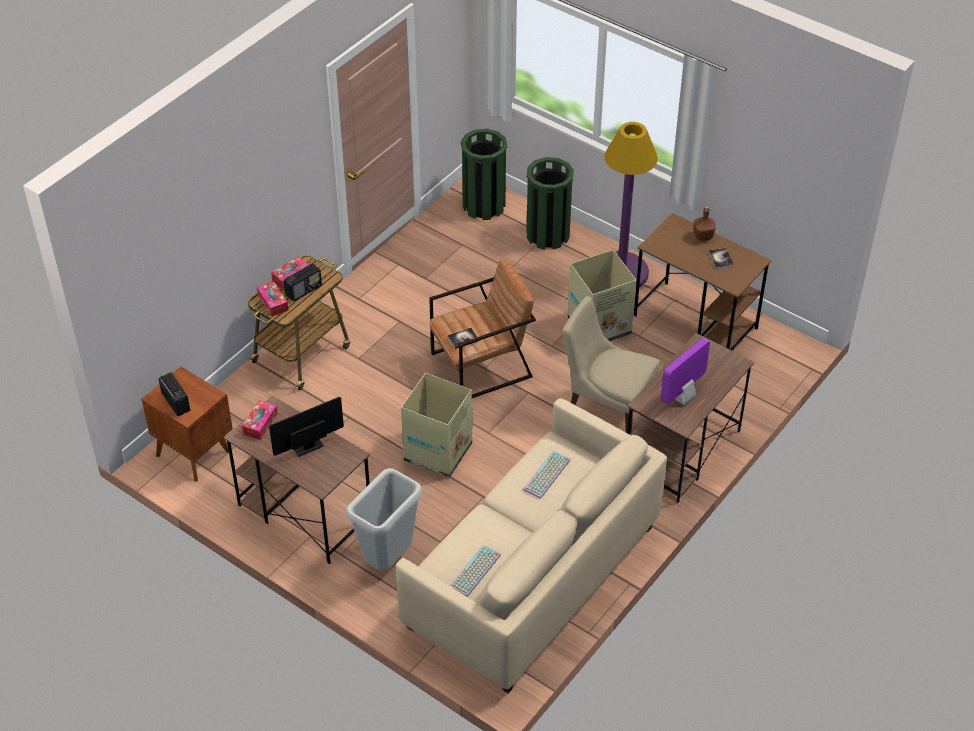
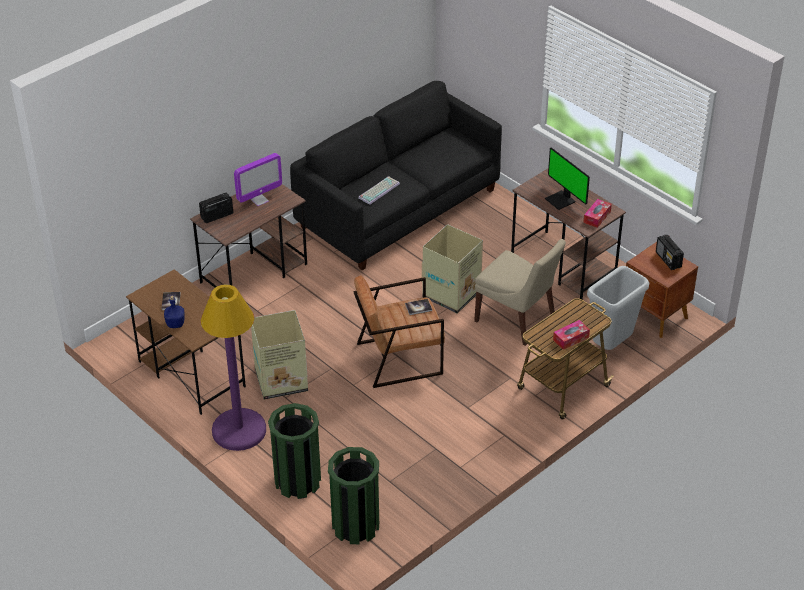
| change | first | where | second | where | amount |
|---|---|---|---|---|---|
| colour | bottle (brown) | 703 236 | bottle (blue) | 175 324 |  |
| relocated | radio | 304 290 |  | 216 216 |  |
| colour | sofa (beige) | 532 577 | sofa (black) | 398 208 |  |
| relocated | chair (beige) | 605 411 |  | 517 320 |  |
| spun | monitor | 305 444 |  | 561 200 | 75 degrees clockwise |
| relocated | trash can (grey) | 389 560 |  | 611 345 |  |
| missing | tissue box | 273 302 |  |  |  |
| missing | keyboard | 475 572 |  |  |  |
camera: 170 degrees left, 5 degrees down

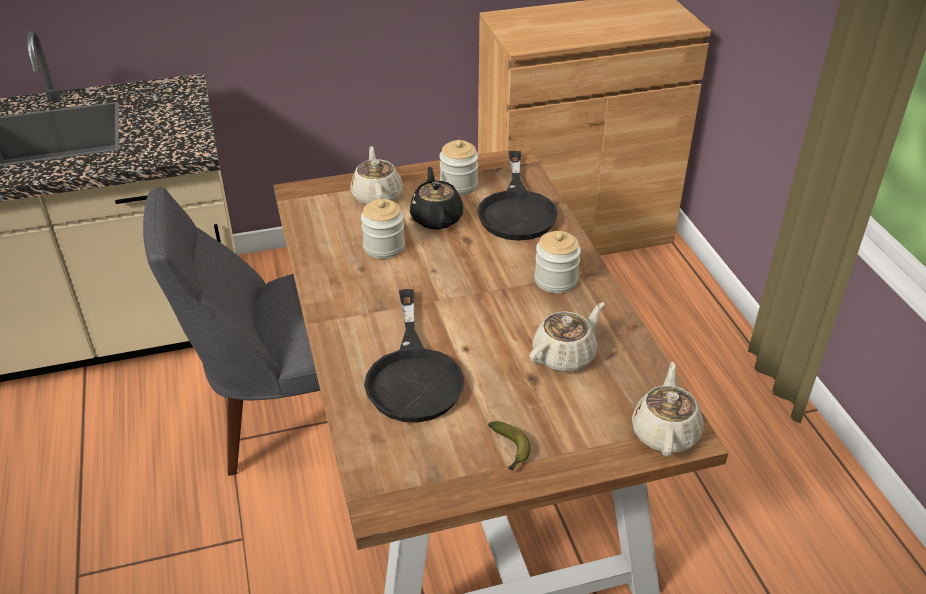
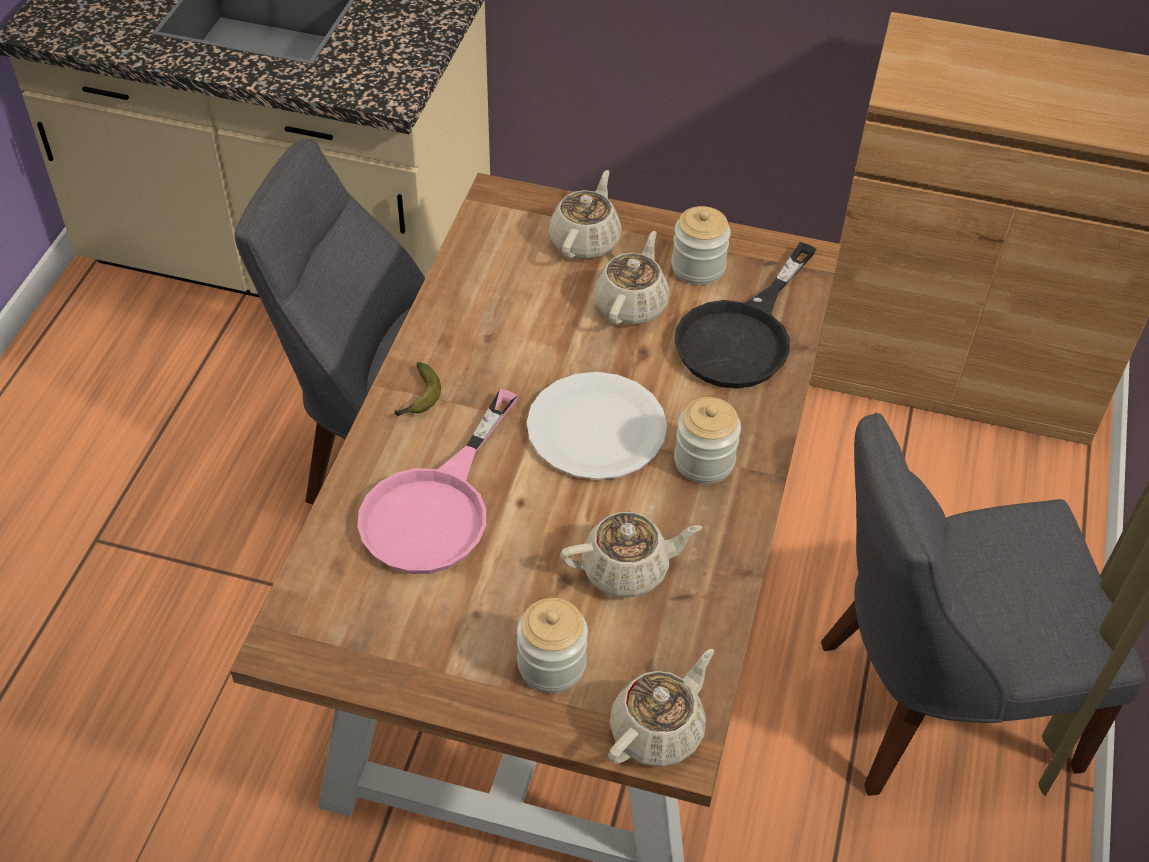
| change | first | where | second | where | amount |
|---|---|---|---|---|---|
| colour | frying pan (black) | 413 375 | frying pan (pink) | 436 507 |  |
| relocated | banana | 510 450 |  | 418 398 |  |
| relocated | jar | 384 247 |  | 551 664 |  |
| appeared |  |  | plate (white) | 597 429 |  |
| colour | teapot (black) | 436 218 | teapot (beige) | 631 304 |  |
| appeared |  |  | chair (grey) | 934 703 |  |
camera: 30 degrees right, 10 degrees up

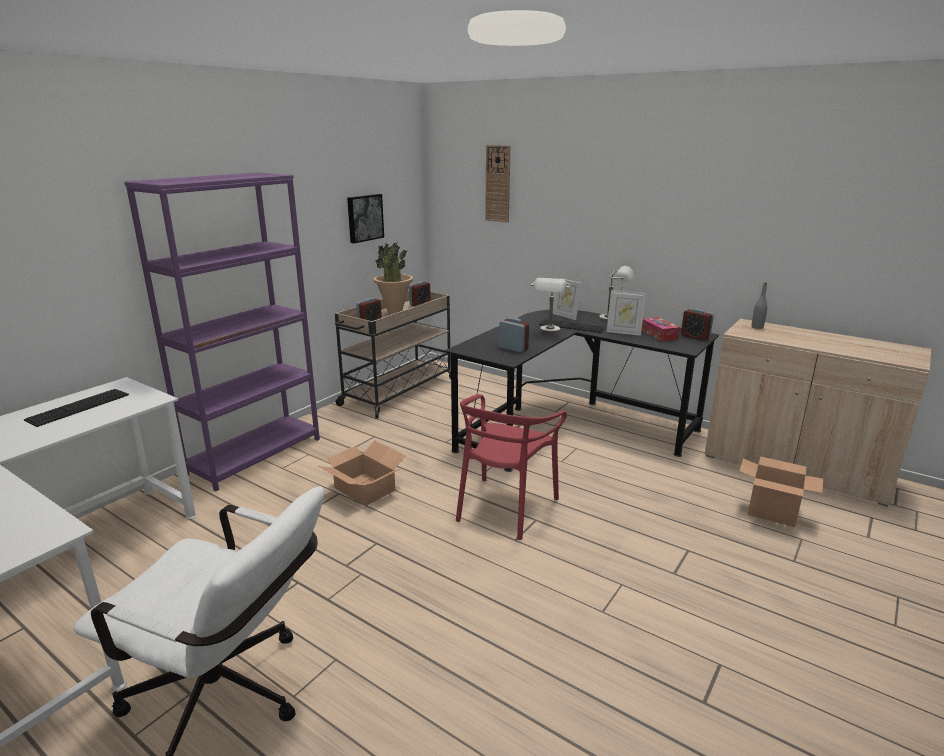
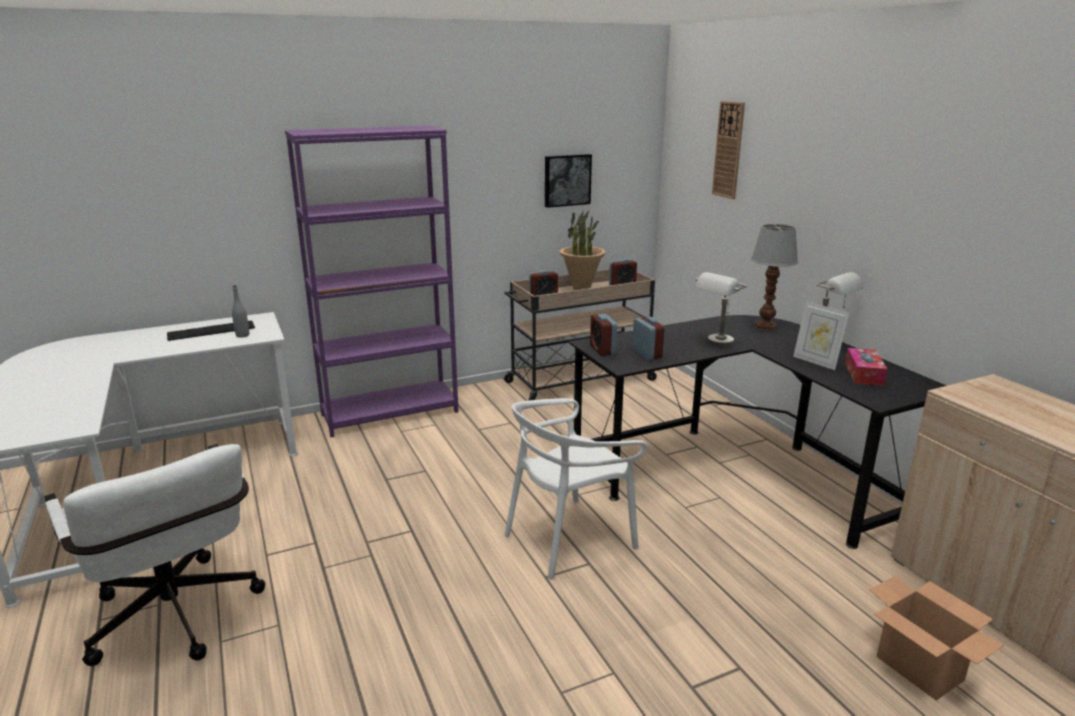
| change | first | where | second | where | amount |
|---|---|---|---|---|---|
| relocated | bottle (grey) | 757 327 |  | 242 335 |  |
| colour | chair (red) | 505 507 | chair (white) | 569 538 |  |
| relocated | alarm clock | 695 337 |  | 602 350 |  |
| exchanged | picture frame | 565 316 | table lamp | 766 327 |  |
| missing | cardboard box | 365 488 |  |  |  |
| missing | keyboard | 571 326 |  |  |  |
camera: 30 degrees right, 0 degrees up

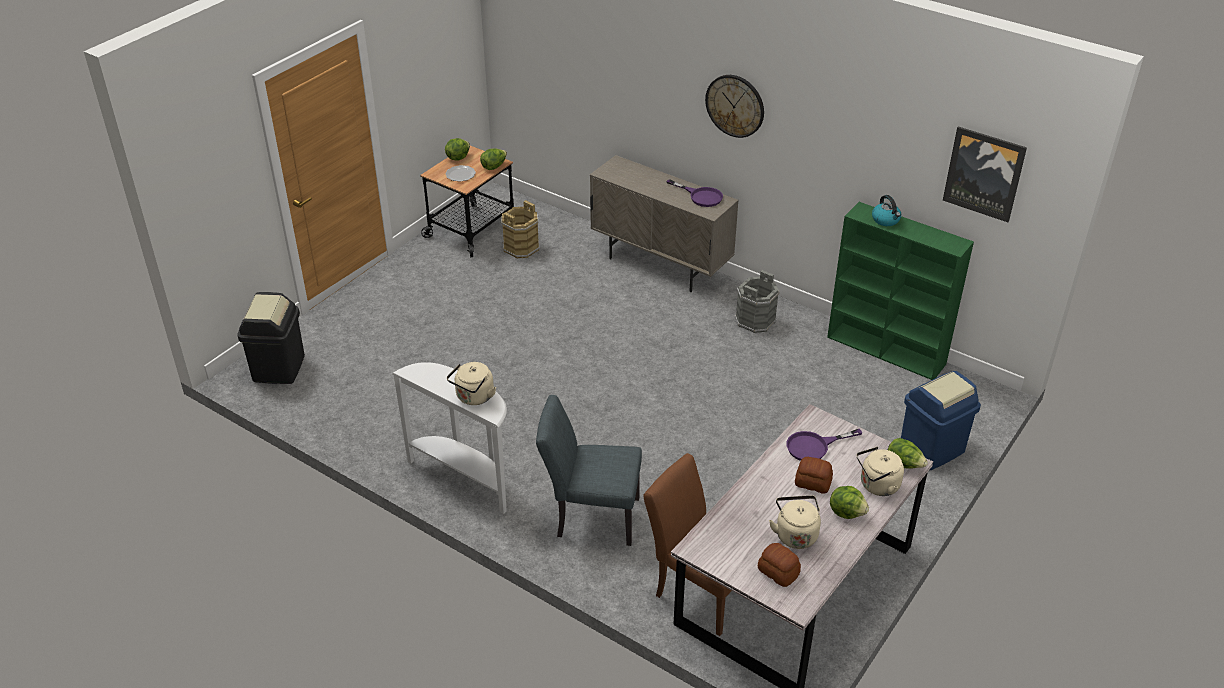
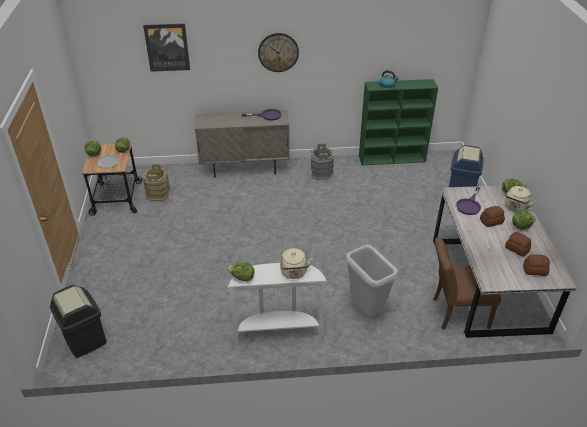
| change | first | where | second | where | amount |
|---|---|---|---|---|---|
| relocated | picture | 984 173 |  | 167 47 |  |
| appeared |  |  | lettuce | 242 278 |  |
| exchanged | chair (grey) | 590 516 | trash can (grey) | 365 311 |  |
| exchanged | kettle (beige) | 795 534 | bread | 517 249 |  |
camera: 40 degrees left, 0 degrees up

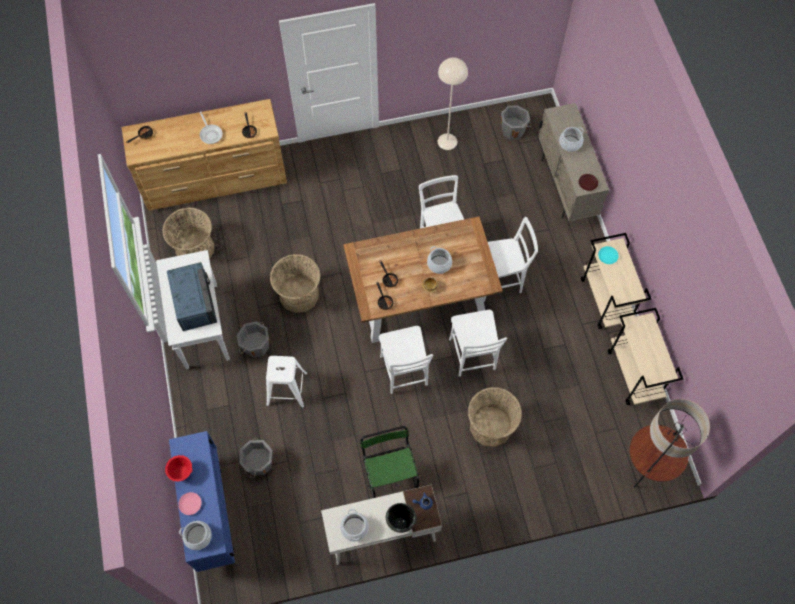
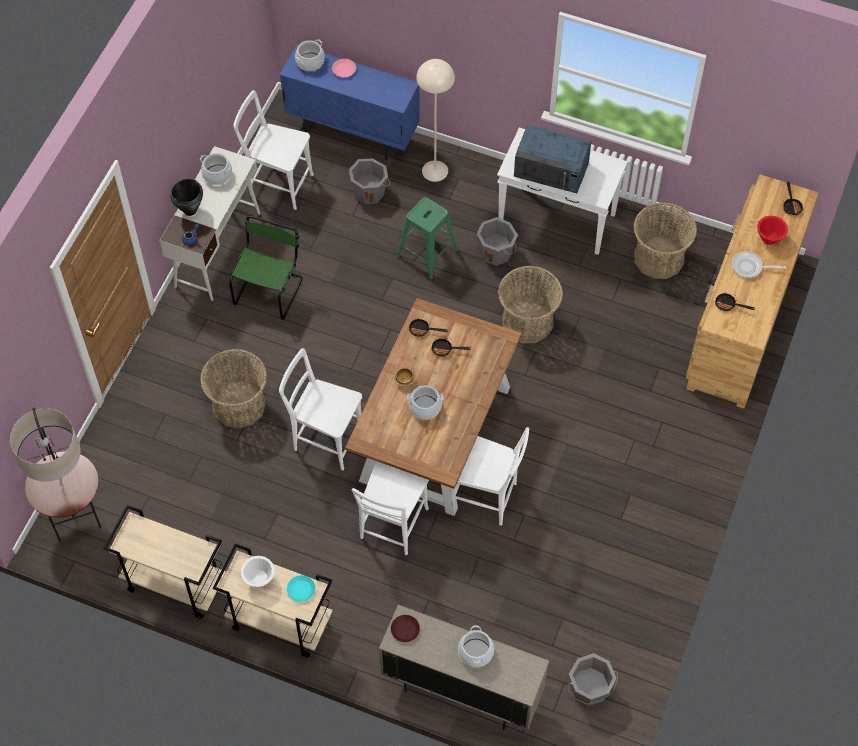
| change | first | where | second | where | amount |
|---|---|---|---|---|---|
| spun | chair (green) | 389 472 |  | 269 289 | 90 degrees counterclockwise |
| relocated | chair (white) | 404 373 |  | 278 183 |  |
| appeared |  |  | bowl (white) | 259 579 |  |
| colour | stool (white) | 286 389 | stool (green) | 427 252 |  |
| relocated | floor lamp (beige) | 447 141 |  | 435 170 |  |
| relocated | bowl (red) | 181 472 |  | 769 238 |  |
camera: 125 degrees right, 5 degrees down

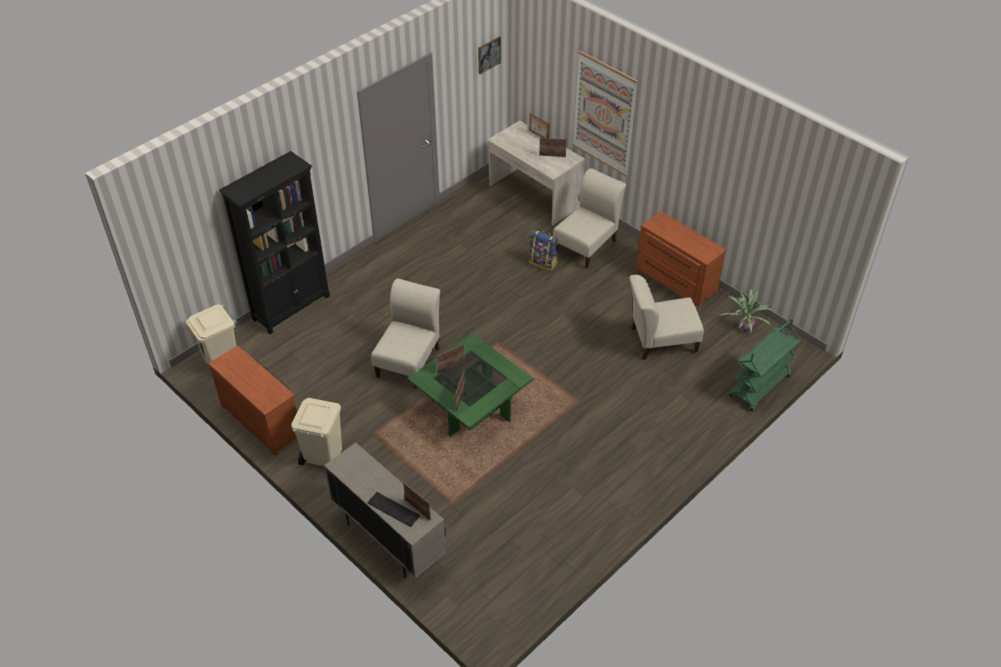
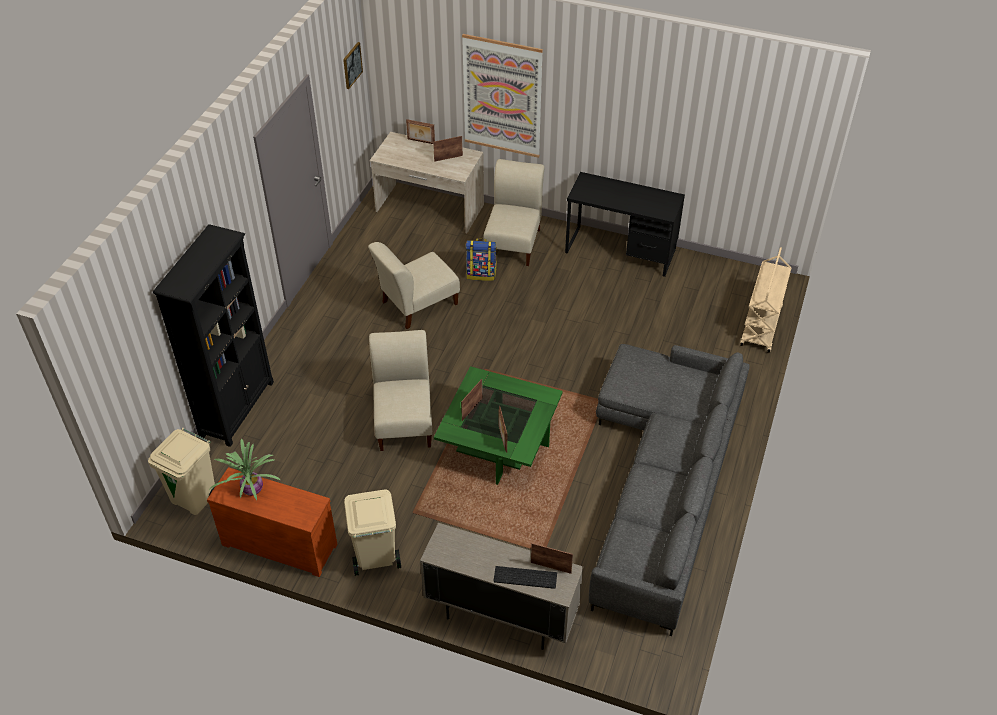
| change | first | where | second | where | amount |
|---|---|---|---|---|---|
| relocated | potted plant | 744 327 |  | 251 489 |  |
| relocated | chair (beige) | 660 340 |  | 417 305 |  |
| exchanged | dresser (brown) | 675 280 | desk (black) | 620 251 |  |
| appeared |  |  | sofa (grey) | 661 482 |  |
| colour | cart (green) | 760 387 | cart (beige) | 761 327 |  |
camera: 25 degrees left, 0 degrees up

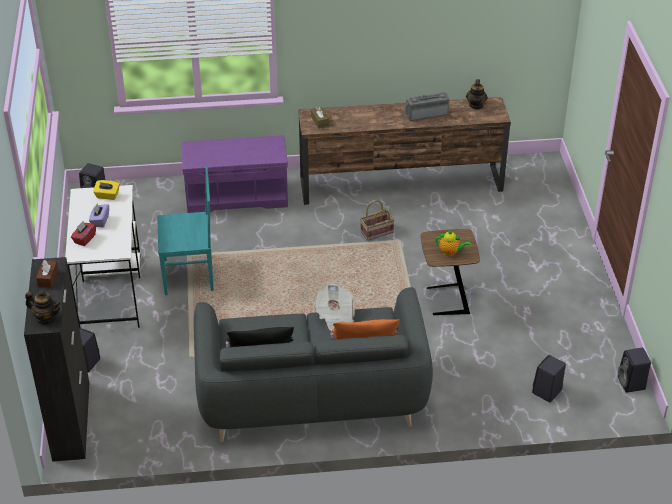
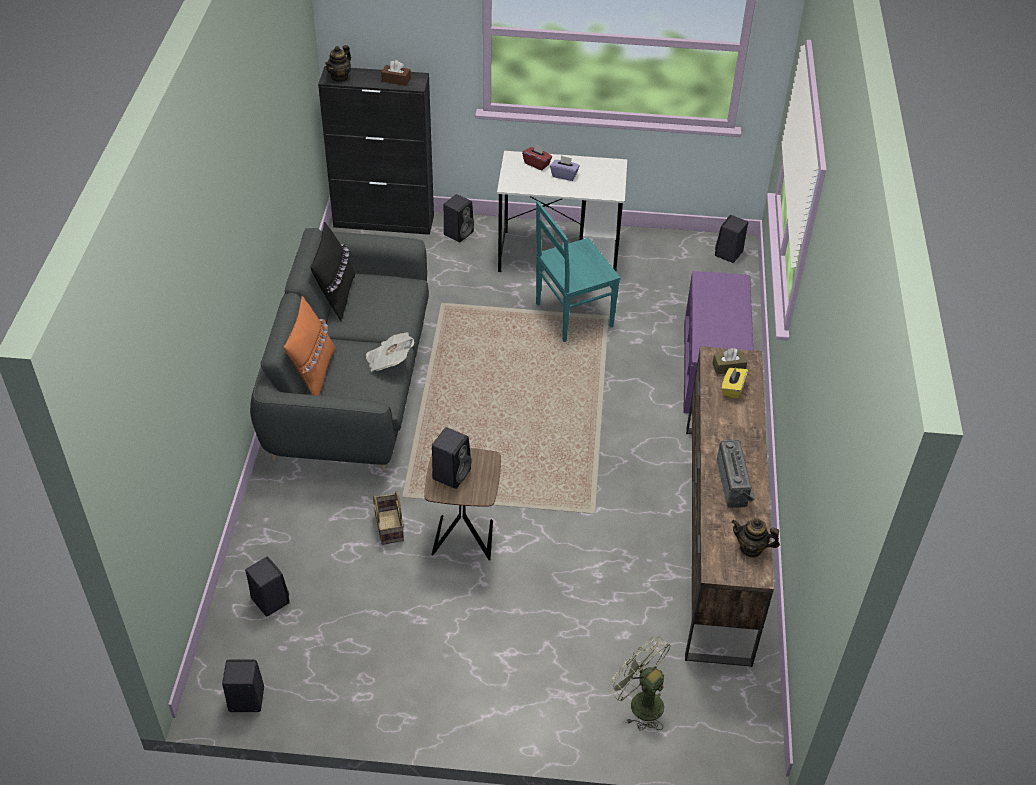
| change | first | where | second | where | amount |
|---|---|---|---|---|---|
| relocated | basket | 376 232 |  | 388 526 |  |
| exchanged | teapot | 450 252 | speaker (black) | 452 473 |  |
| spun | chair (turquoise) | 190 275 |  | 571 315 | 60 degrees clockwise |
| appeared |  |  | fan (green) | 639 702 |  |
| relocated | tissue box (yellow) | 107 196 |  | 732 389 |  |
camera: 100 degrees right, 5 degrees up

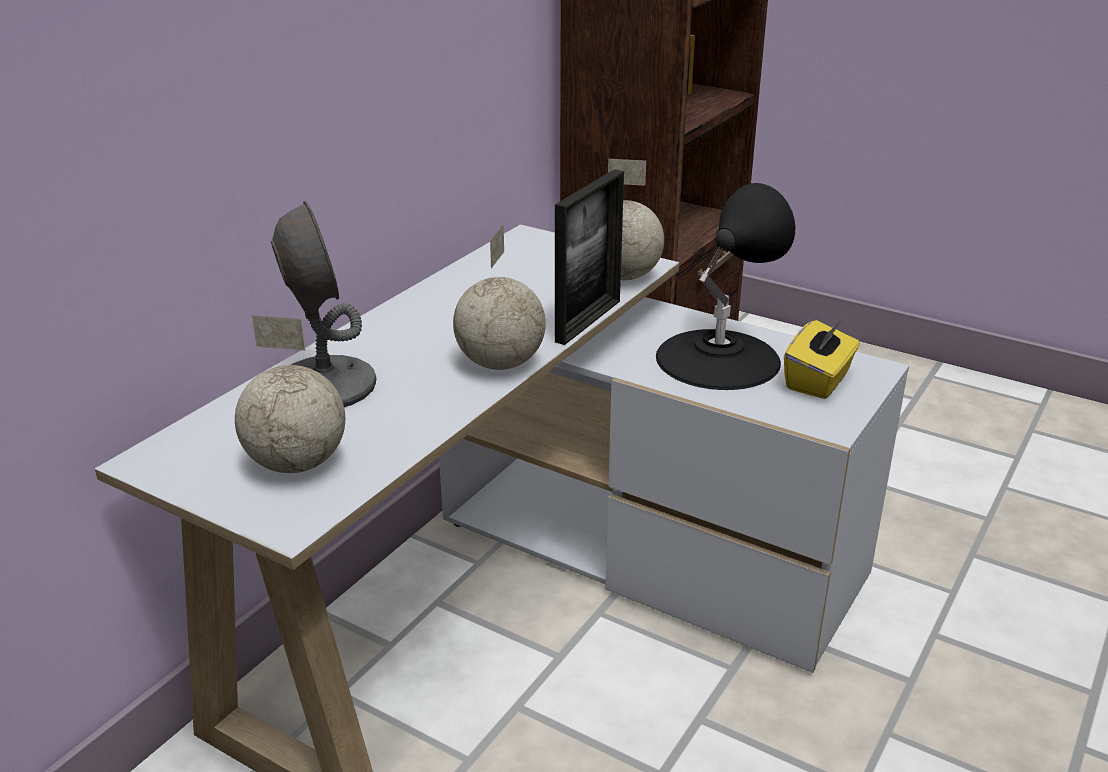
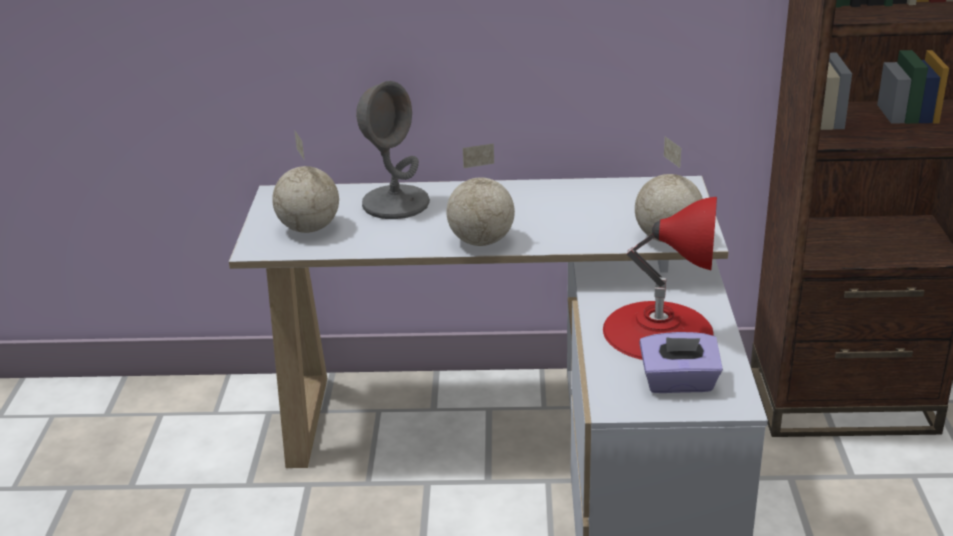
| change | first | where | second | where | amount |
|---|---|---|---|---|---|
| colour | table lamp (black) | 717 358 | table lamp (red) | 658 330 |  |
| colour | tissue box (yellow) | 818 381 | tissue box (purple) | 679 383 |  |
| missing | picture frame | 588 321 |  |  |  |
camera: 60 degrees right, 0 degrees up

